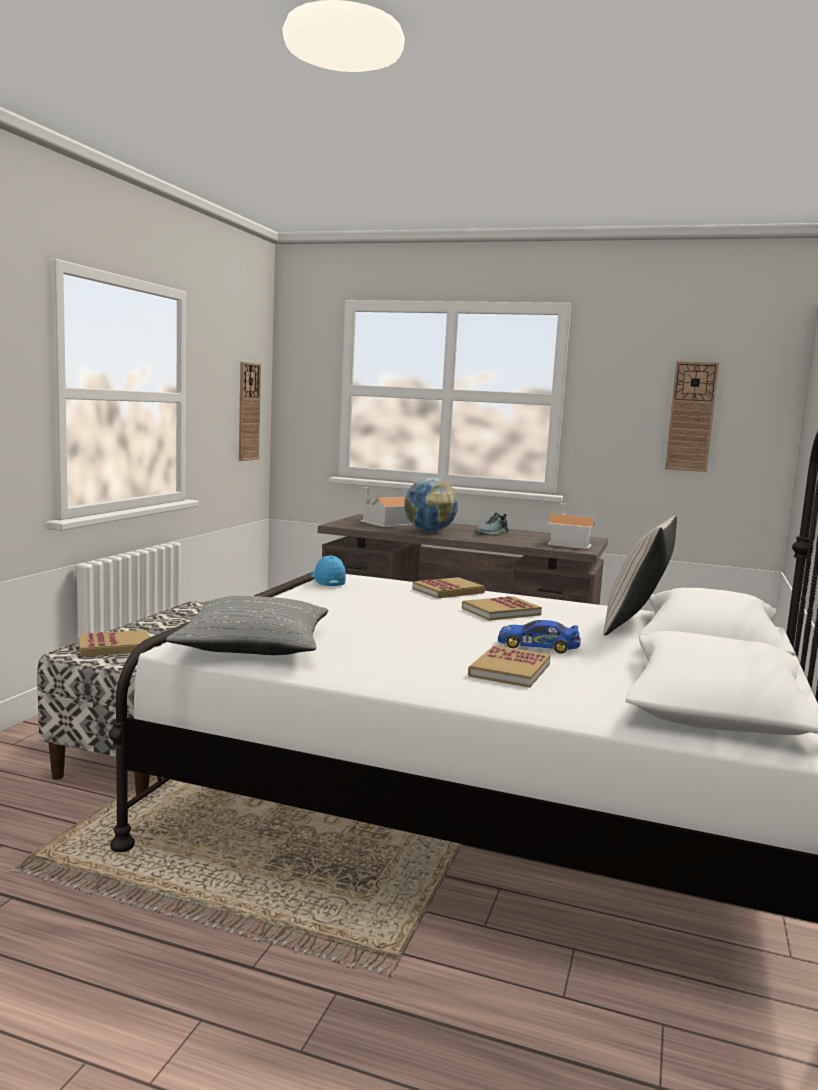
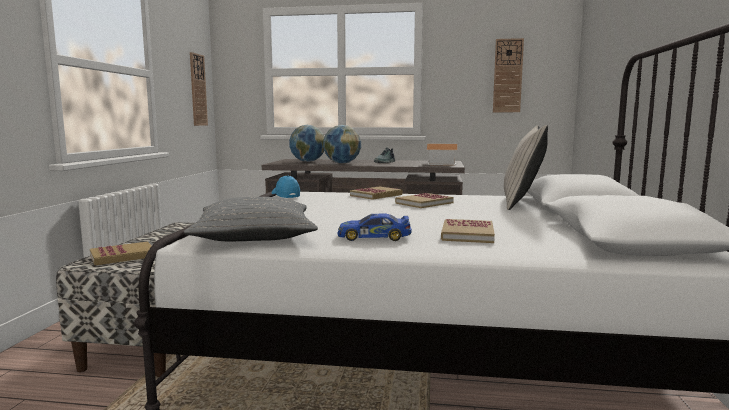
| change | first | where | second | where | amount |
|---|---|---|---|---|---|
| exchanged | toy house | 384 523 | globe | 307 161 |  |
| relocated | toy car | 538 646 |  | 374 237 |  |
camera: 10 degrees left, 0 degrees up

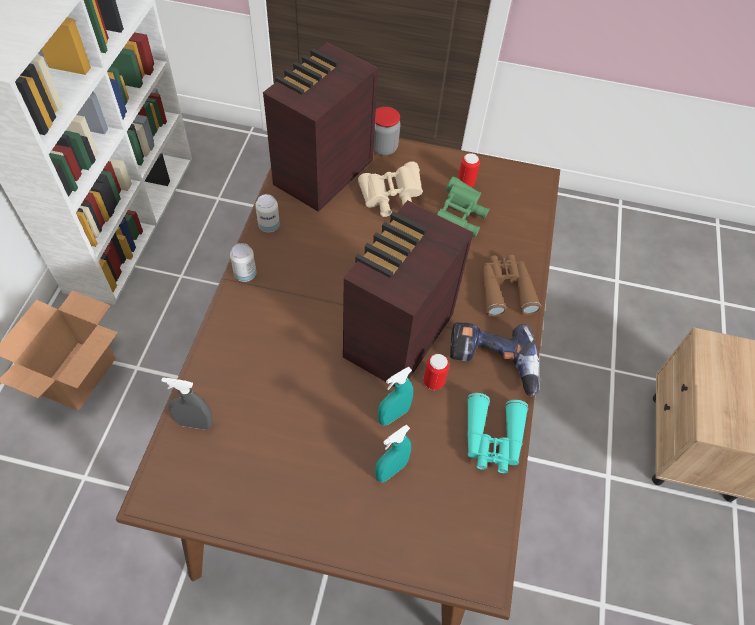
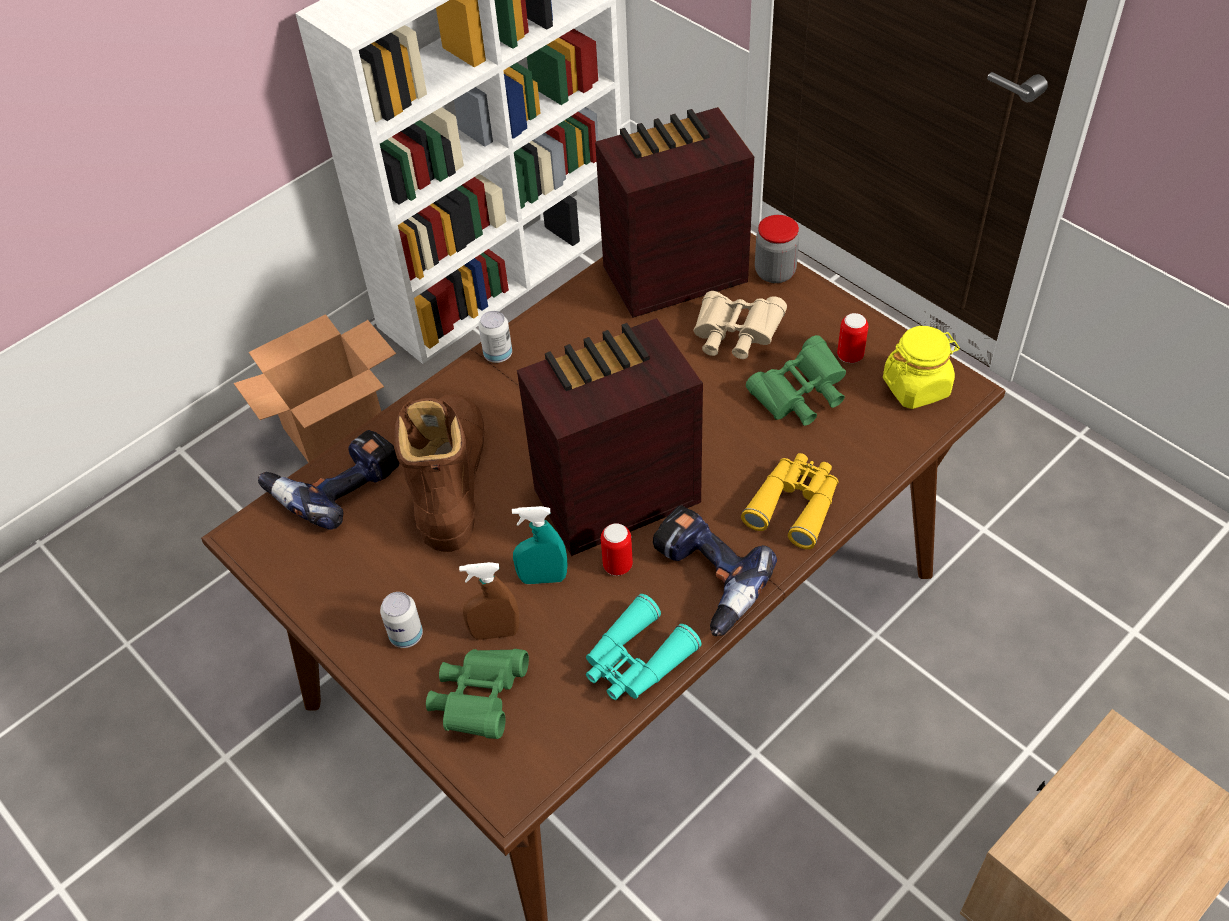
| change | first | where | second | where | amount |
|---|---|---|---|---|---|
| exchanged | spray bottle (grey) | 195 423 | power drill | 335 484 |  |
| relocated | can | 269 226 |  | 406 635 |  |
| appeared |  |  | boot (brown) | 451 480 |  |
| appeared |  |  | binoculars (green) | 479 700 |  |
| colour | spray bottle (turquoise) | 391 470 | spray bottle (brown) | 495 632 |  |
| colour | binoculars (brown) | 505 289 | binoculars (yellow) | 795 504 |  |
| appeared |  |  | jar (yellow) | 916 387 |  |
camera: 40 degrees right, 5 degrees down

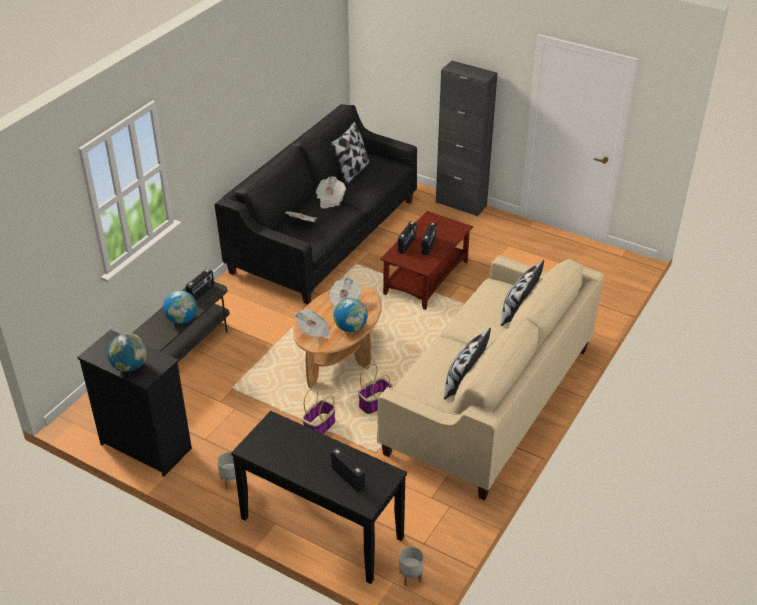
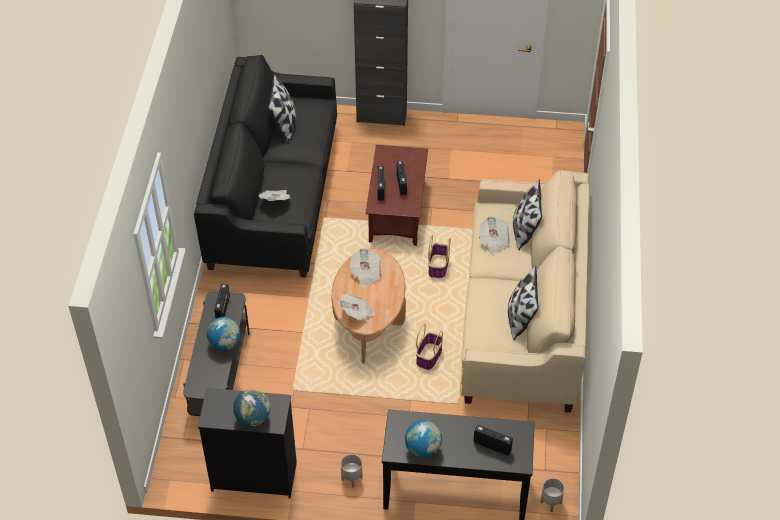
| change | first | where | second | where | amount |
|---|---|---|---|---|---|
| relocated | globe | 350 328 |  | 423 449 |  |
| relocated | basket | 319 427 |  | 438 267 |  |
| relocated | newspaper | 330 200 |  | 494 241 |  |
camera: 25 degrees left, 10 degrees up

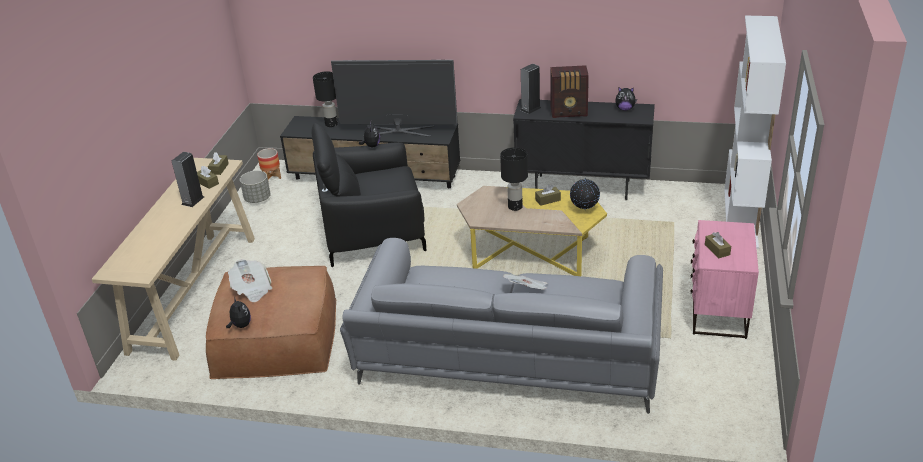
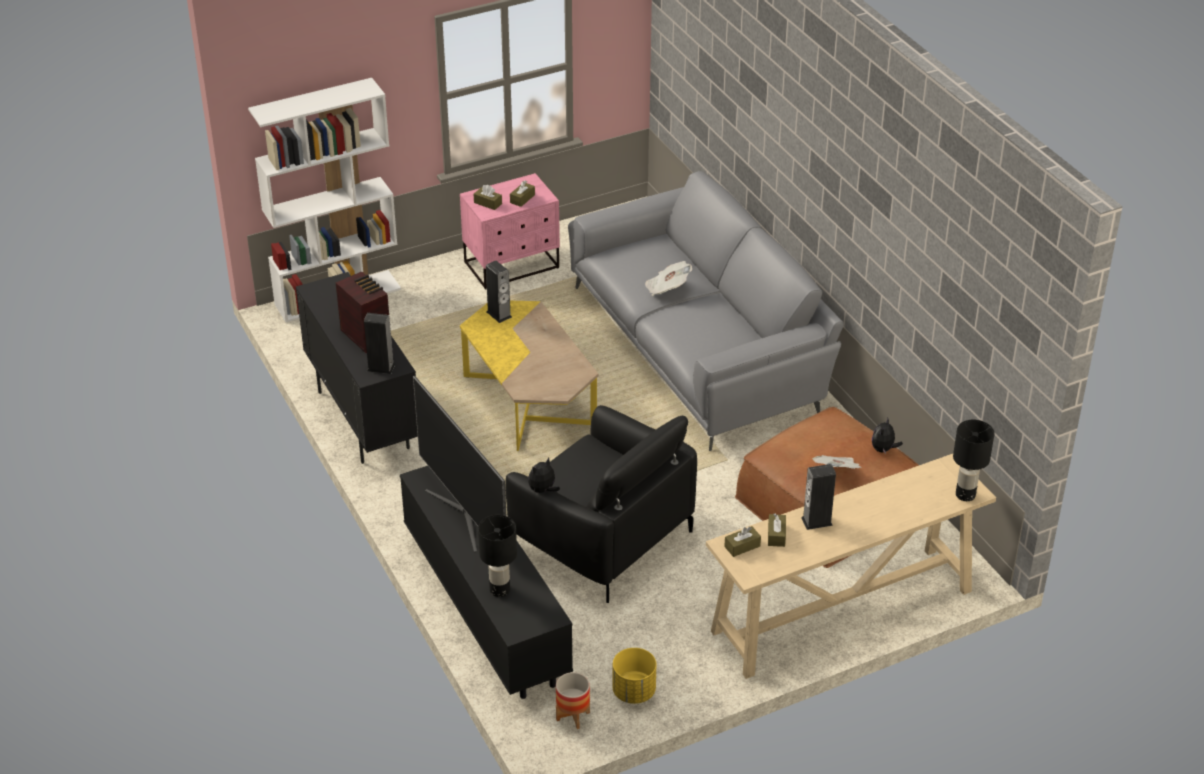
| change | first | where | second | where | amount |
|---|---|---|---|---|---|
| relocated | tissue box (brown) | 548 200 |  | 488 203 |  |
| exchanged | globe | 584 210 | speaker | 499 314 |  |
| colour | planter (grey) | 258 199 | planter (yellow) | 633 691 |  |
| relocated | table lamp (black) | 515 207 |  | 966 495 |  |
| missing | plush toy | 625 109 |  |  |  |
camera: 130 degrees left, 5 degrees up

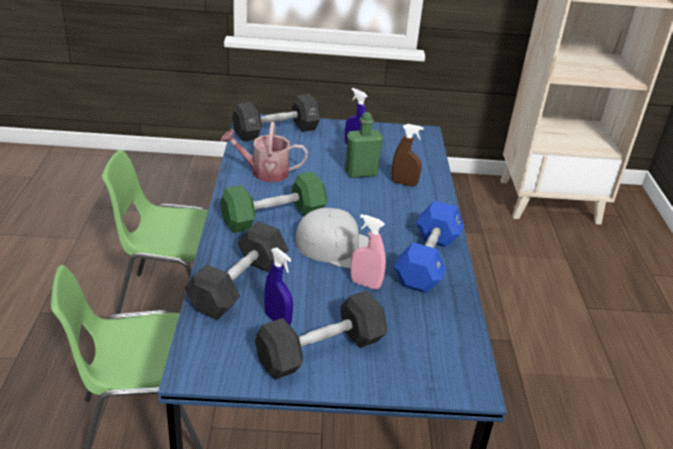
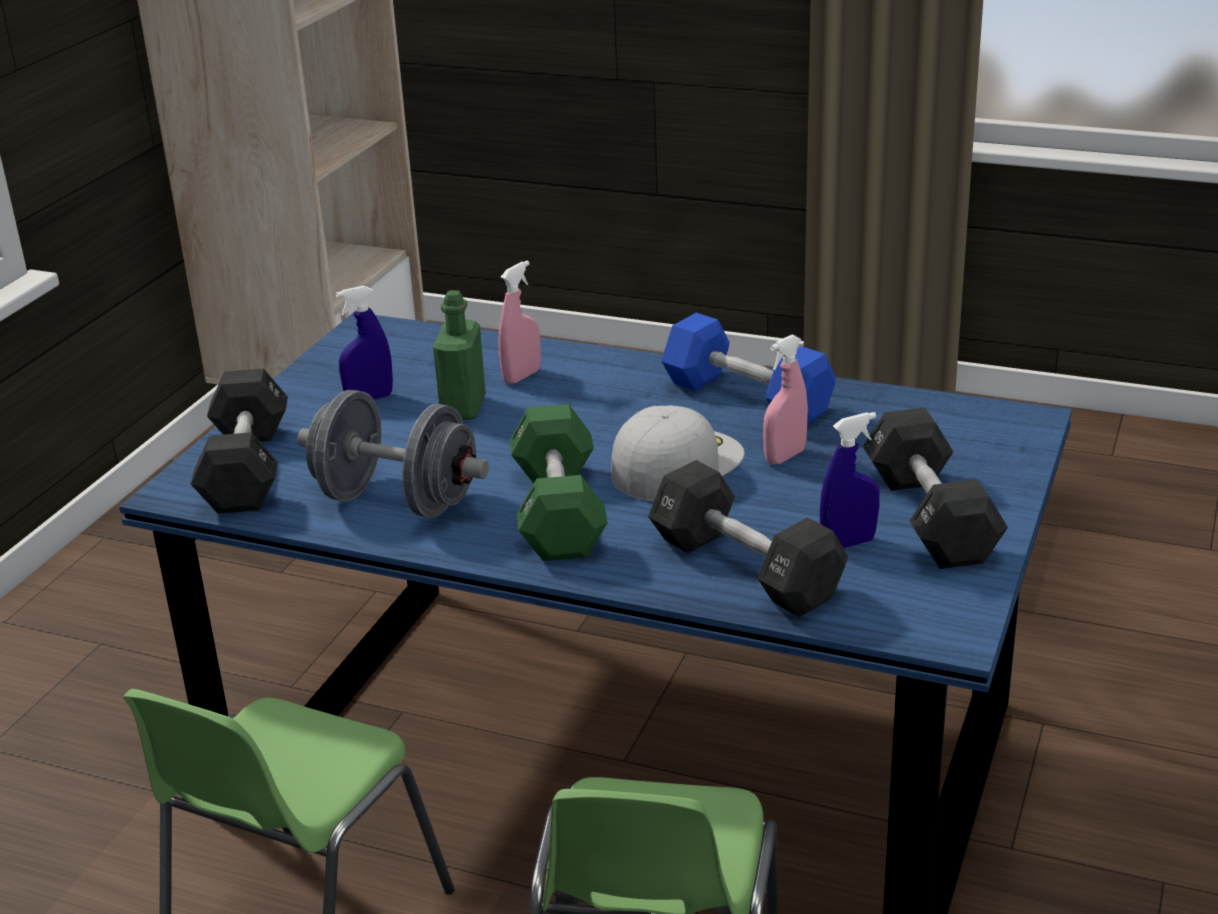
| change | first | where | second | where | amount |
|---|---|---|---|---|---|
| exchanged | watering can | 264 172 | dumbbell (grey) | 397 501 |  |
| colour | spray bottle (brown) | 404 183 | spray bottle (pink) | 522 376 |  |
camera: 65 degrees left, 5 degrees down

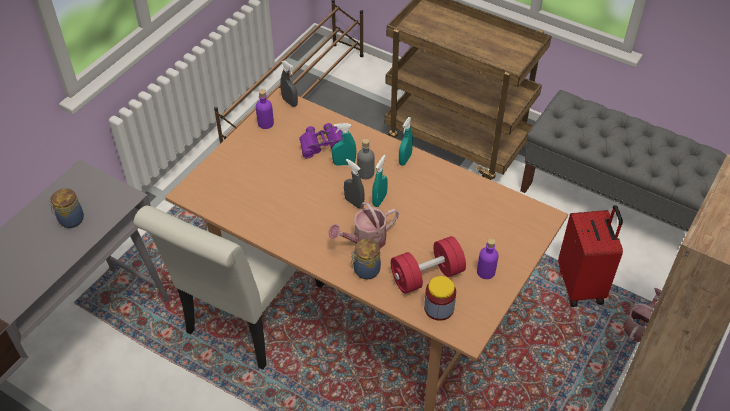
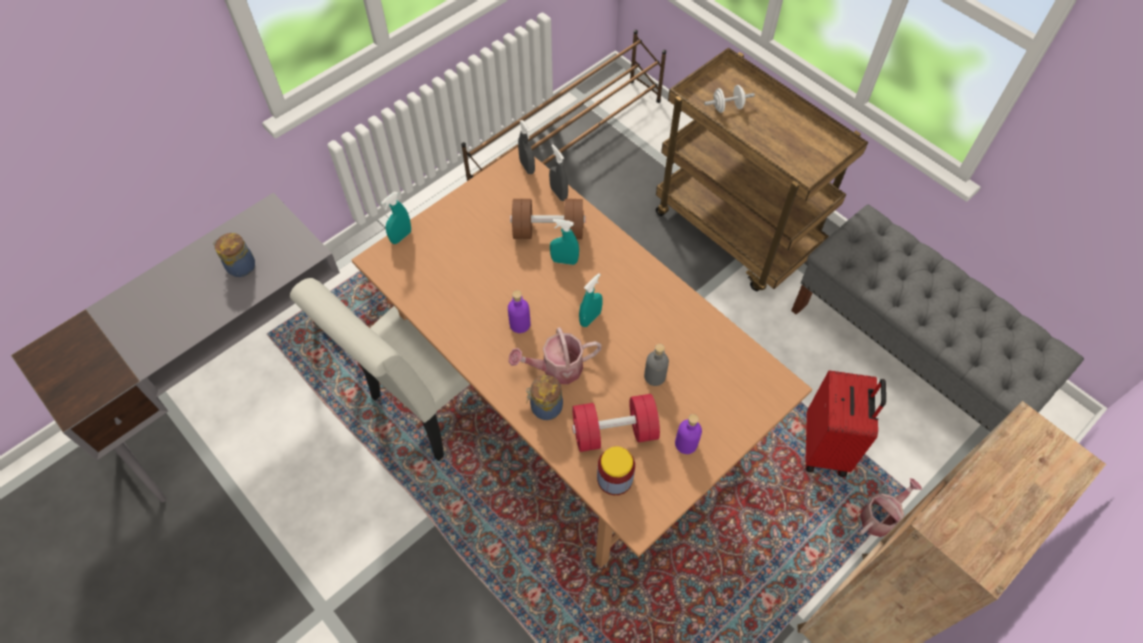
| change | first | where | second | where | amount |
|---|---|---|---|---|---|
| relocated | spray bottle (turquoise) | 405 159 |  | 401 237 |  |
| relocated | bottle (purple) | 265 123 |  | 520 324 |  |
| exchanged | binoculars (purple) | 323 144 | dumbbell (brown) | 548 231 |  |
| relocated | spray bottle (grey) | 354 202 |  | 558 193 |  |
| relocated | bottle (grey) | 365 173 |  | 654 376 |  |
| appeared |  |  | dumbbell (white) | 727 107 |  |
camera: 15 degrees right, 10 degrees up

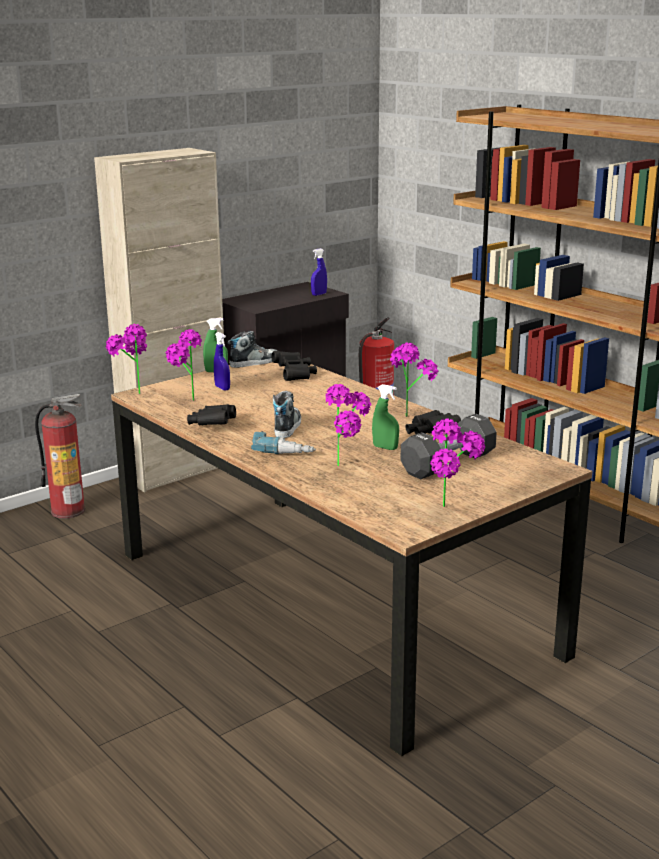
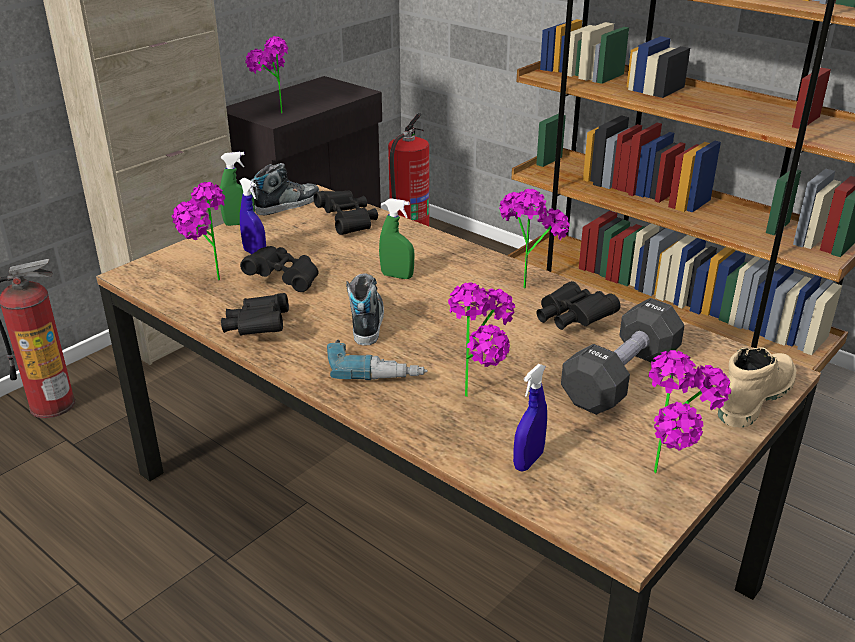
| change | first | where | second | where | amount |
|---|---|---|---|---|---|
| appeared |  |  | binoculars (black) | 284 280 |  |
| relocated | potted plant | 132 392 |  | 272 112 |  |
| relocated | spray bottle (green) | 385 448 |  | 397 276 |  |
| relocated | spray bottle (blue) | 319 294 |  | 528 461 |  |
| appeared |  |  | boot (beige) | 753 397 |  |
camera: 10 degrees left, 10 degrees up

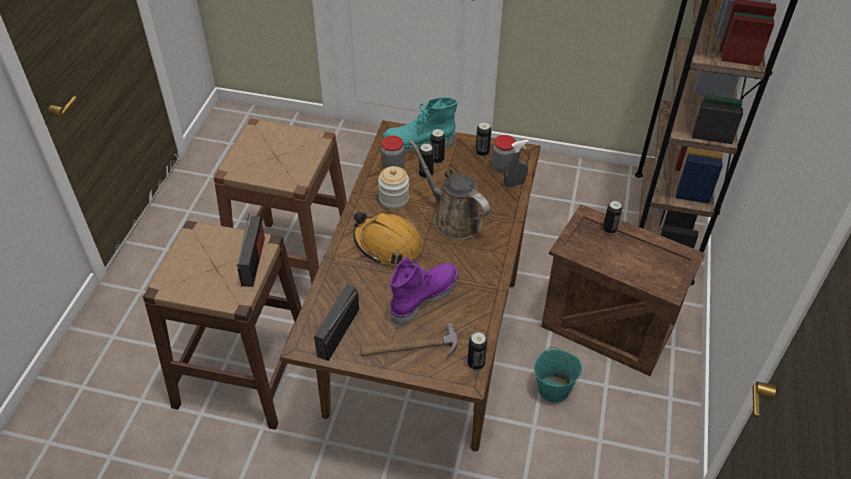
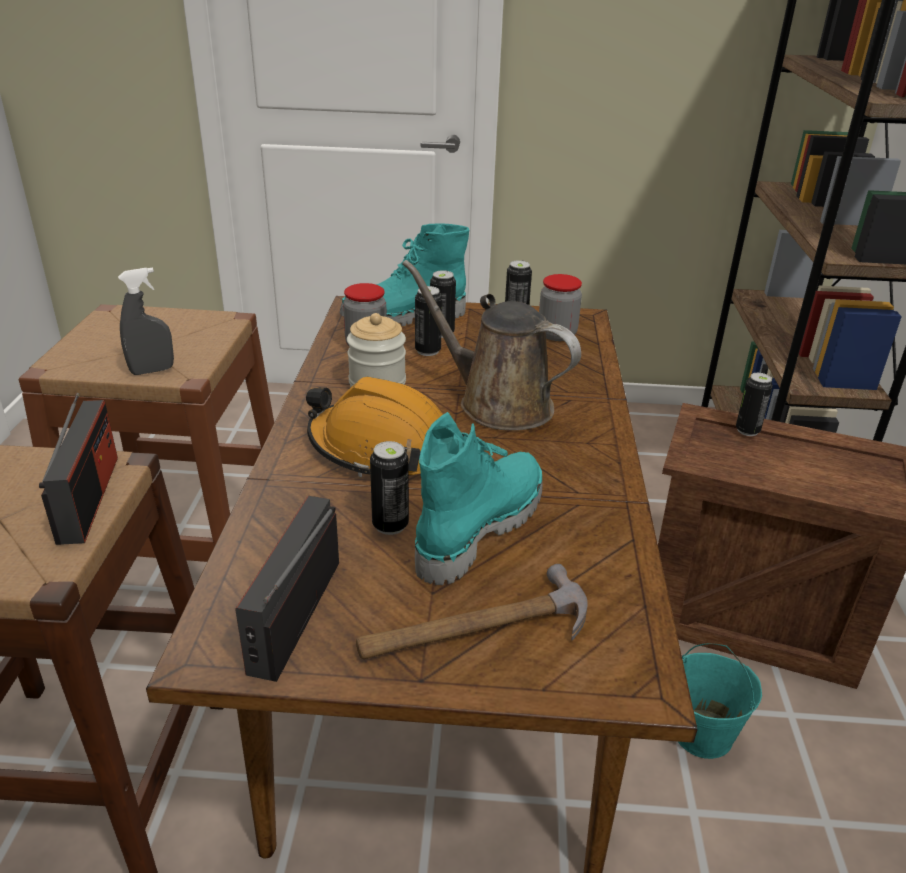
| change | first | where | second | where | amount |
|---|---|---|---|---|---|
| relocated | spray bottle (grey) | 514 184 |  | 152 370 |  |
| relocated | can | 476 364 |  | 390 525 |  |
| colour | boot (purple) | 423 297 | boot (turquoise) | 478 528 |  |
camera: 10 degrees left, 15 degrees down

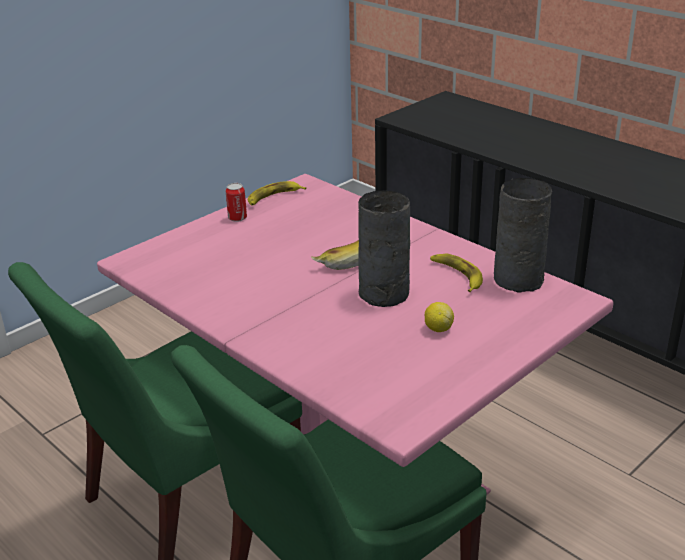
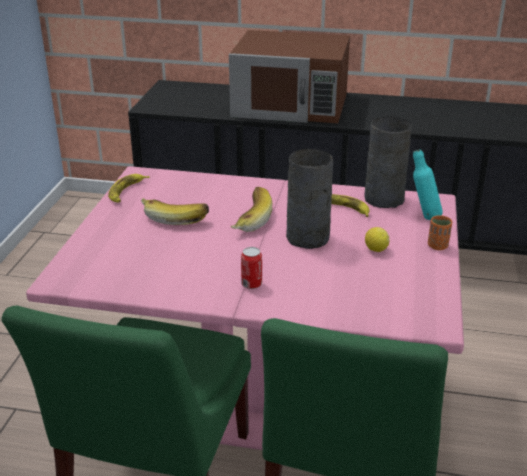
| change | first | where | second | where | amount |
|---|---|---|---|---|---|
| appeared |  |  | banana | 176 217 |  |
| appeared |  |  | microwave (brown) | 291 105 |  |
| relocated | can | 237 218 |  | 251 284 |  |
| appeared |  |  | bottle (turquoise) | 423 216 |  |
| appeared |  |  | cup (orange) | 437 246 |  |
camera: 35 degrees left, 0 degrees up

